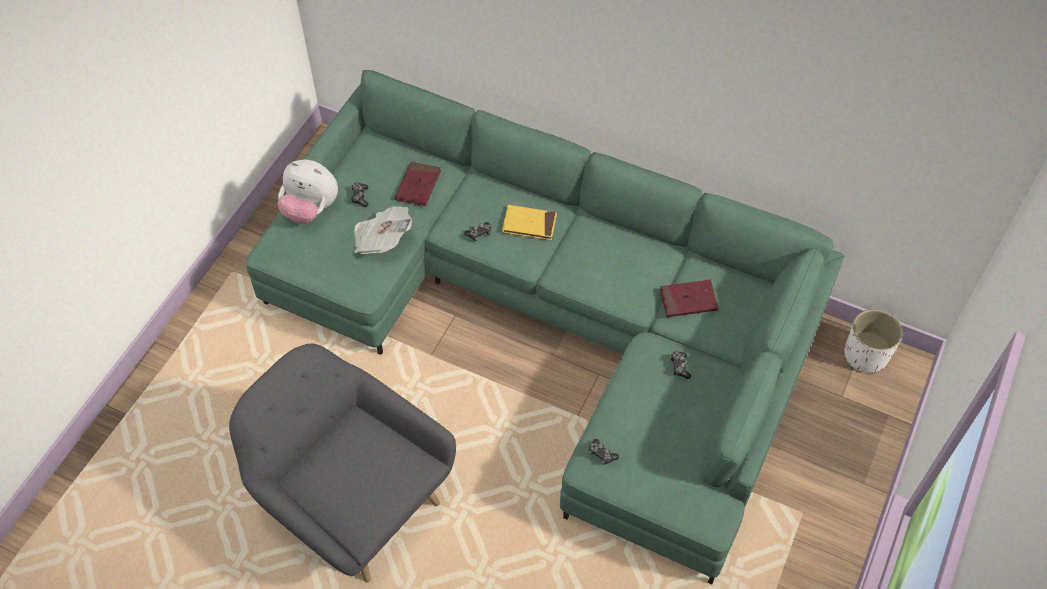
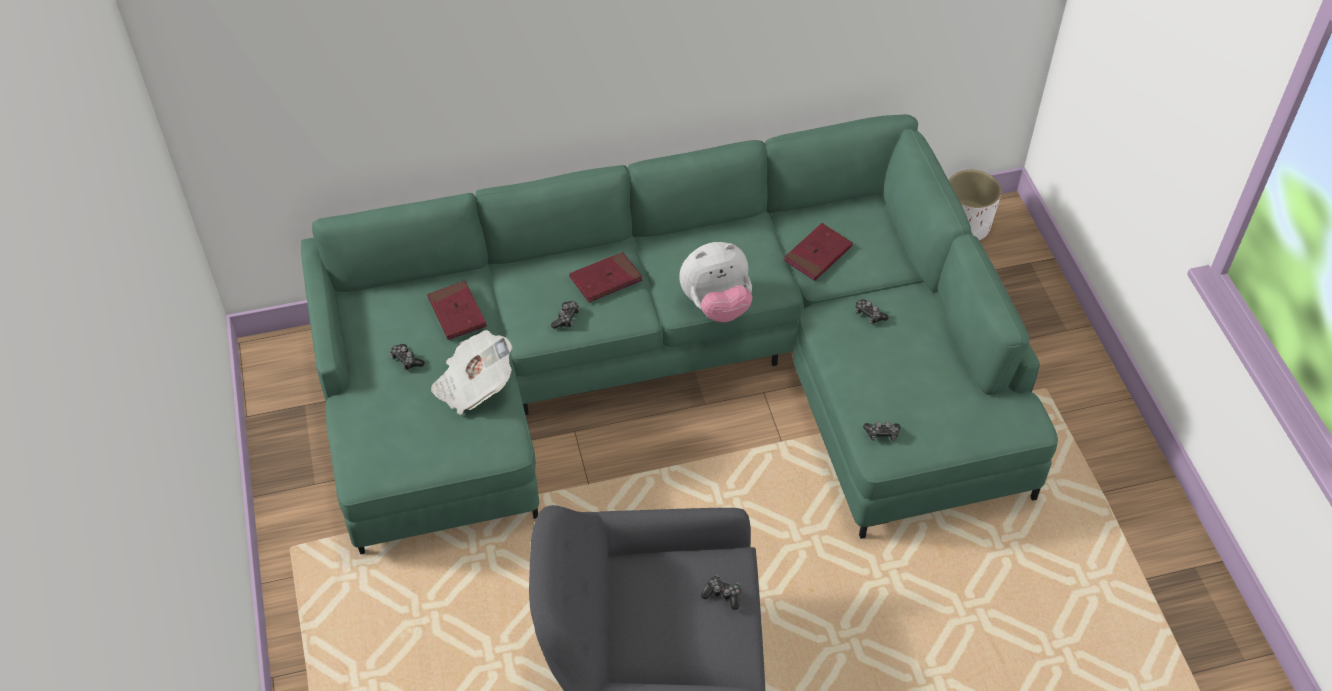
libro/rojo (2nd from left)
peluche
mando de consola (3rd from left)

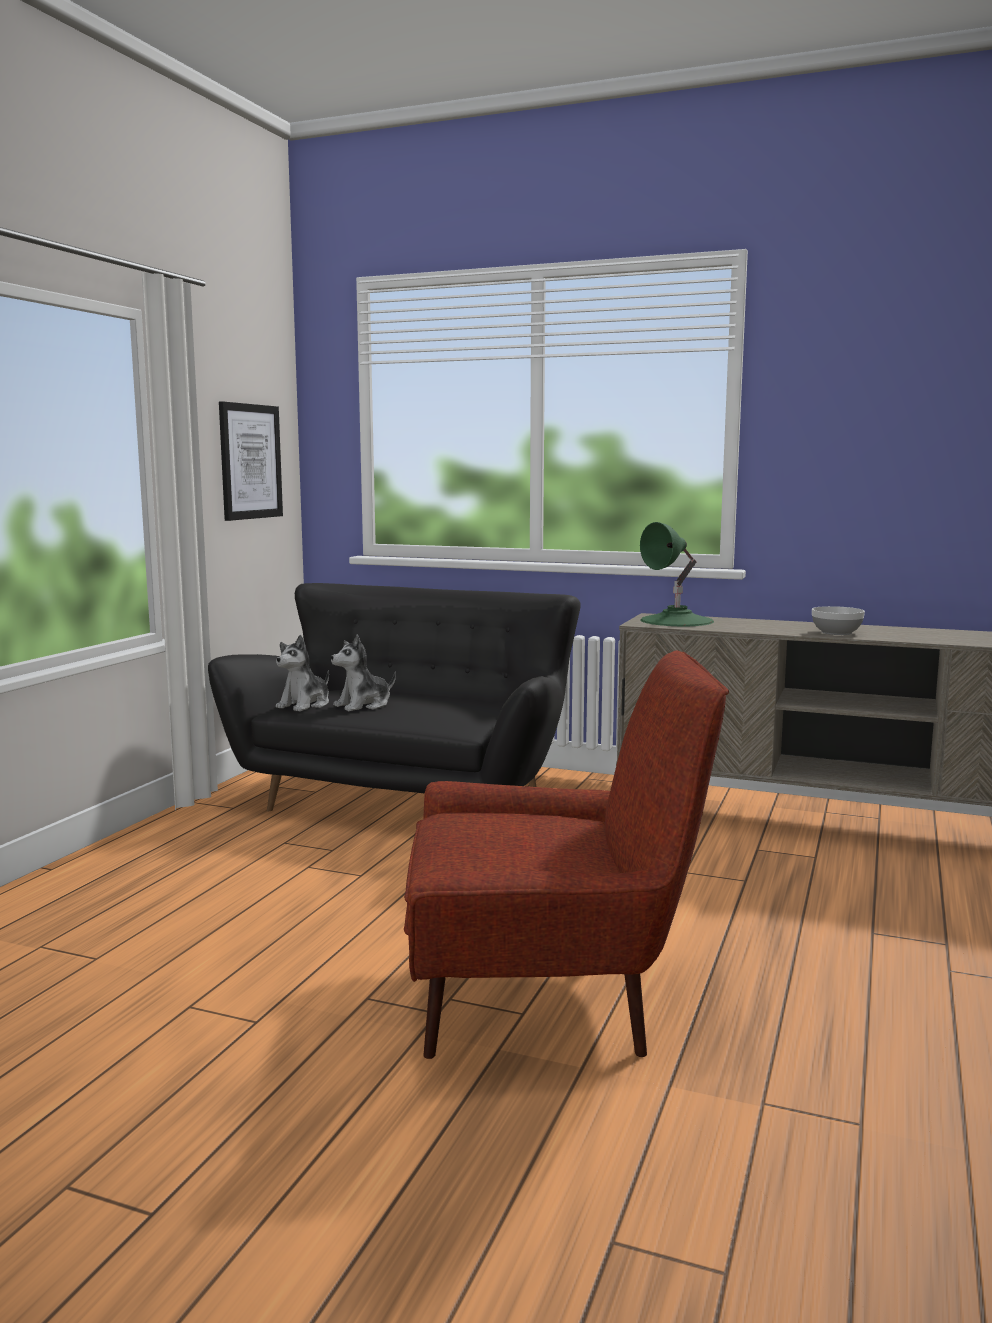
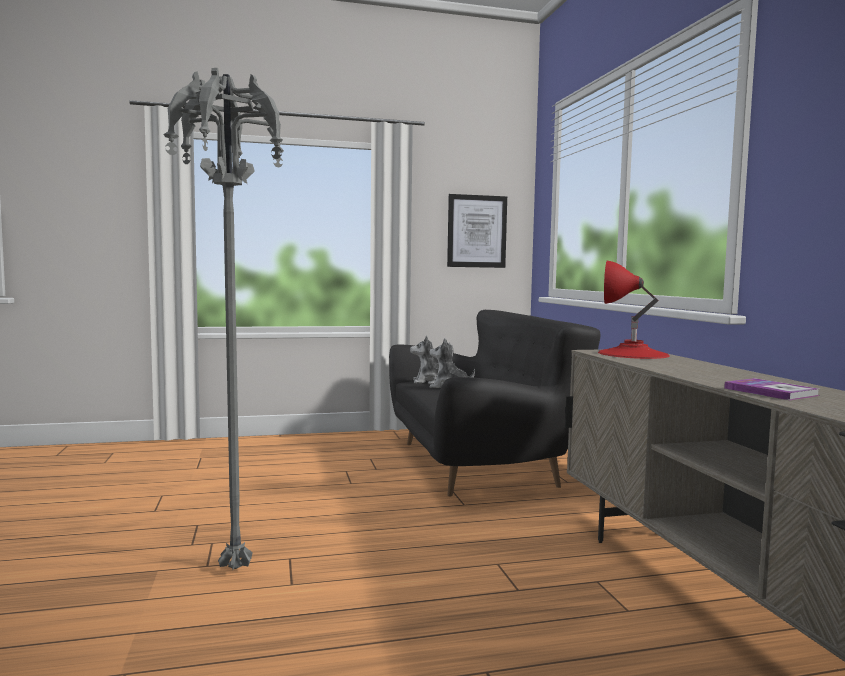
lámpara de pie/gris
lámpara de mesa/rojo
libro
cuenco

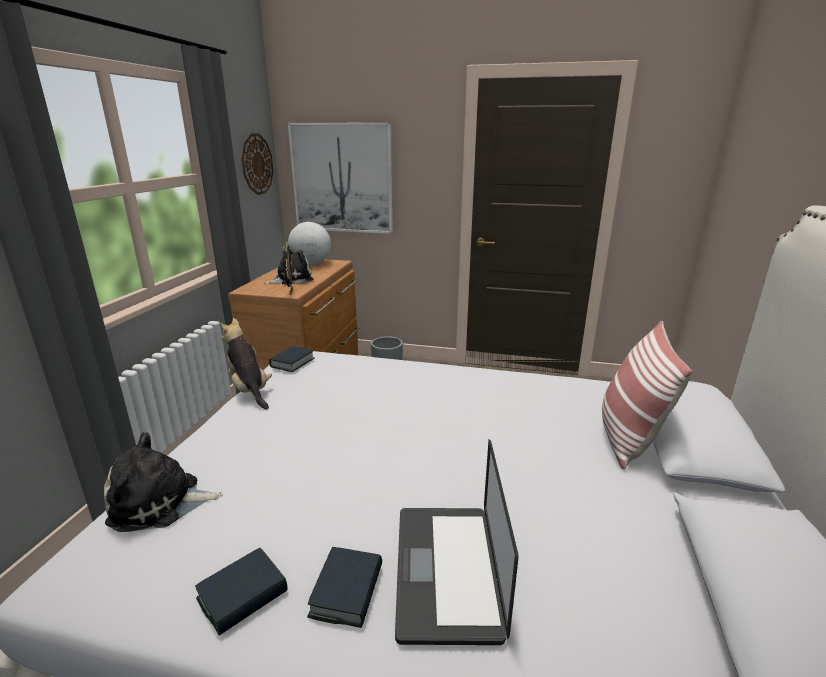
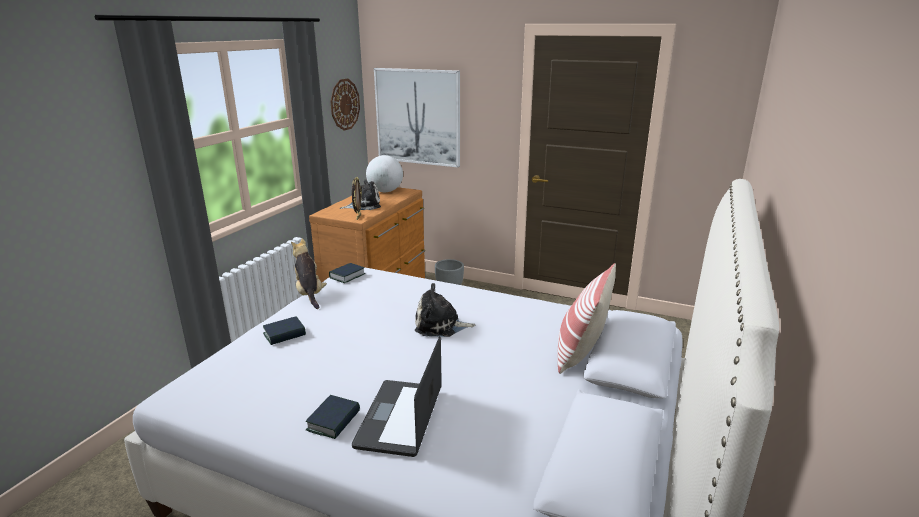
libro (1st from left)
peluche (3rd from left)

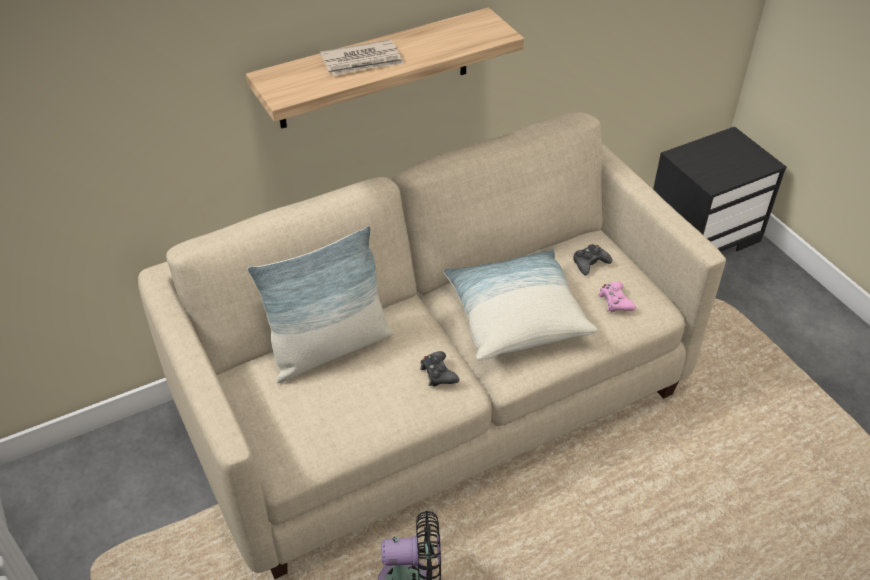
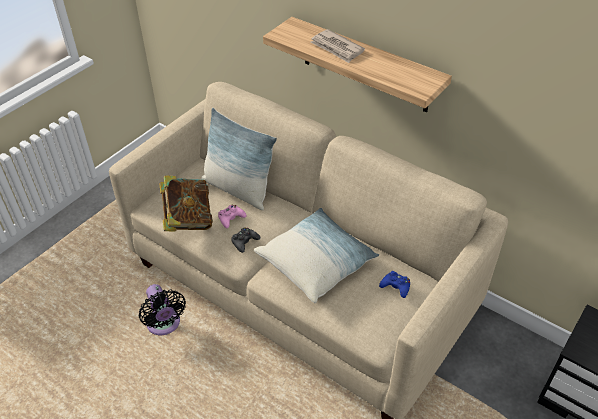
libro
mando de consola/rosa
mando de consola/azul

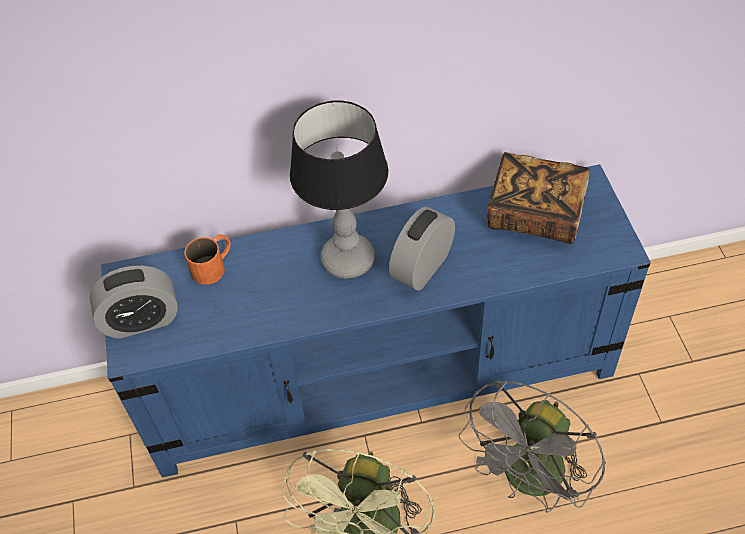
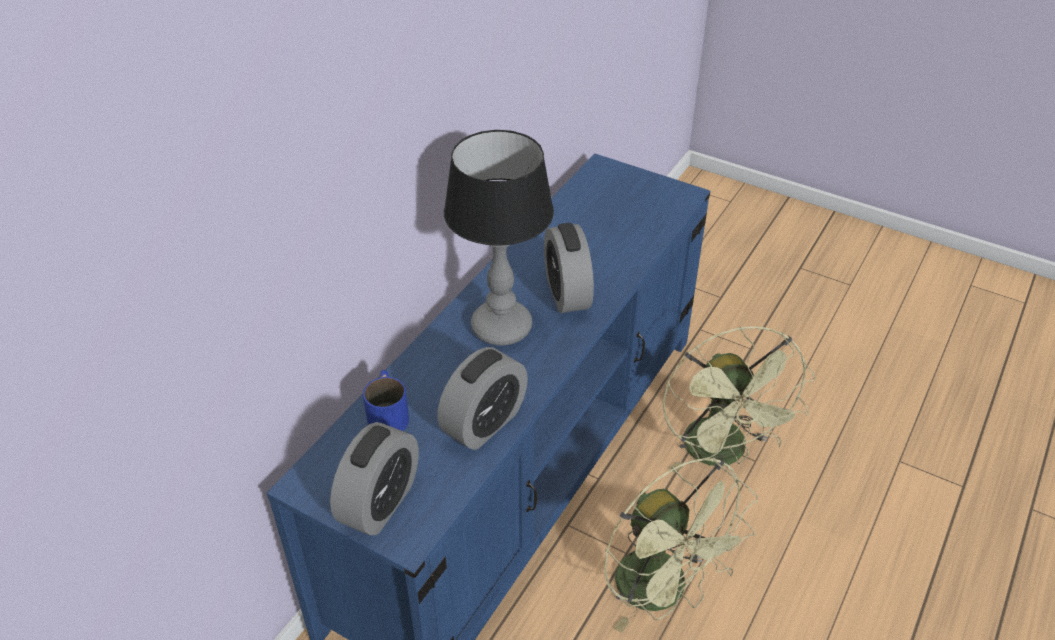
taza grande/azul
despertador (2nd from left)
ventilador/verde (2nd from left)
libro

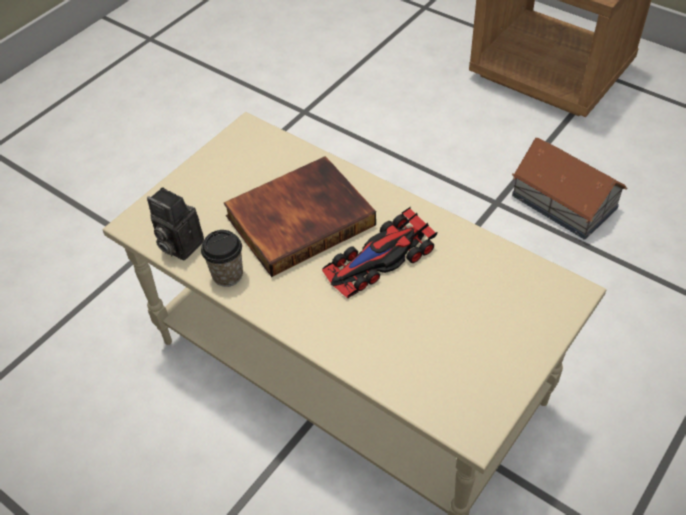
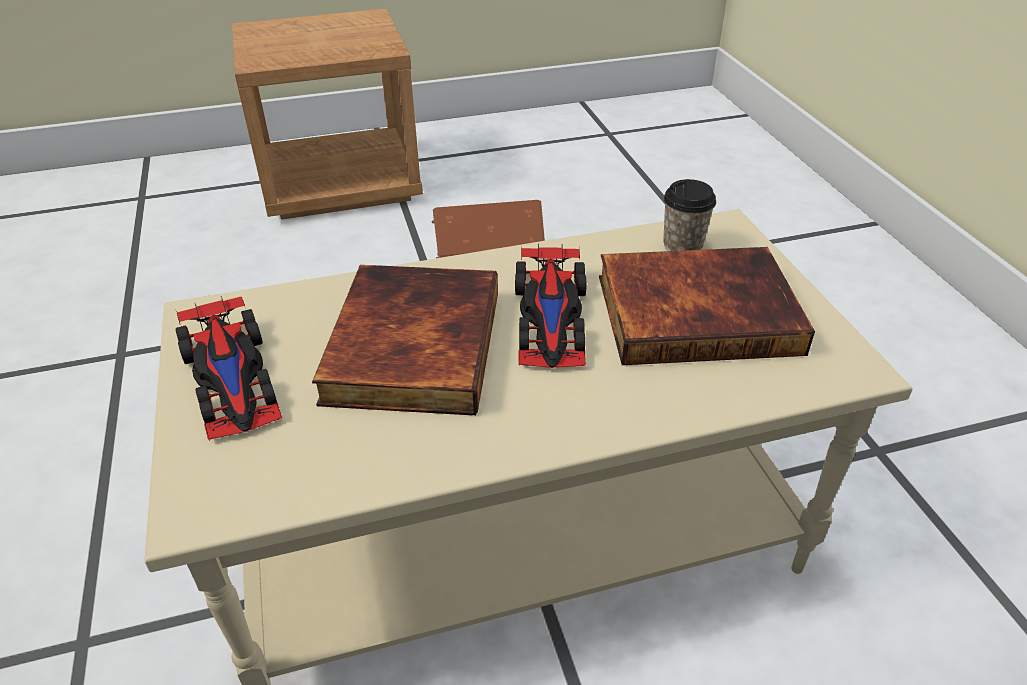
coche de juguete (1st from left)
libro (2nd from left)
taza
cámara

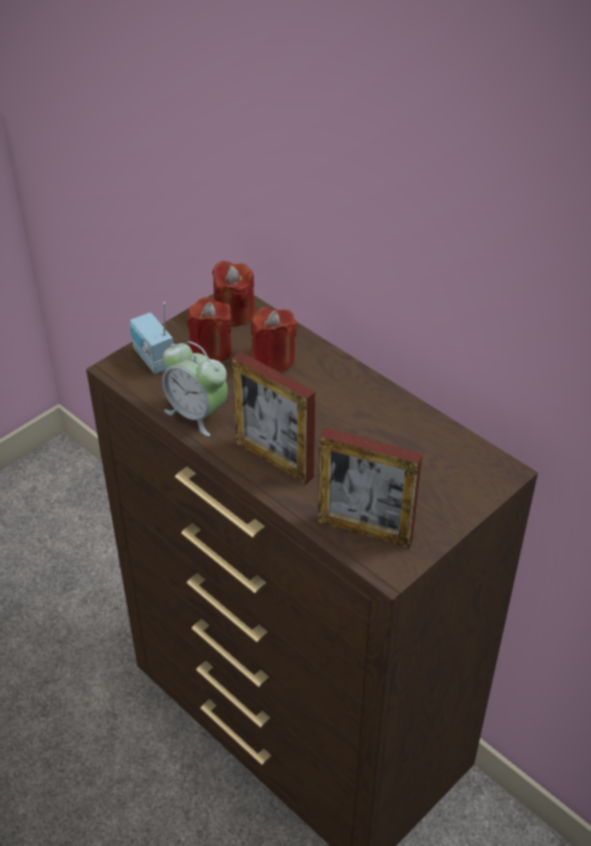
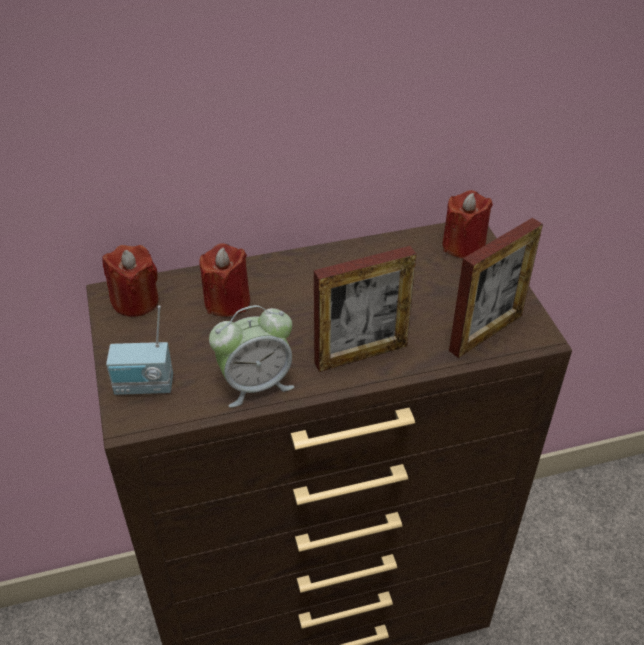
vela/rojo (3rd from left)

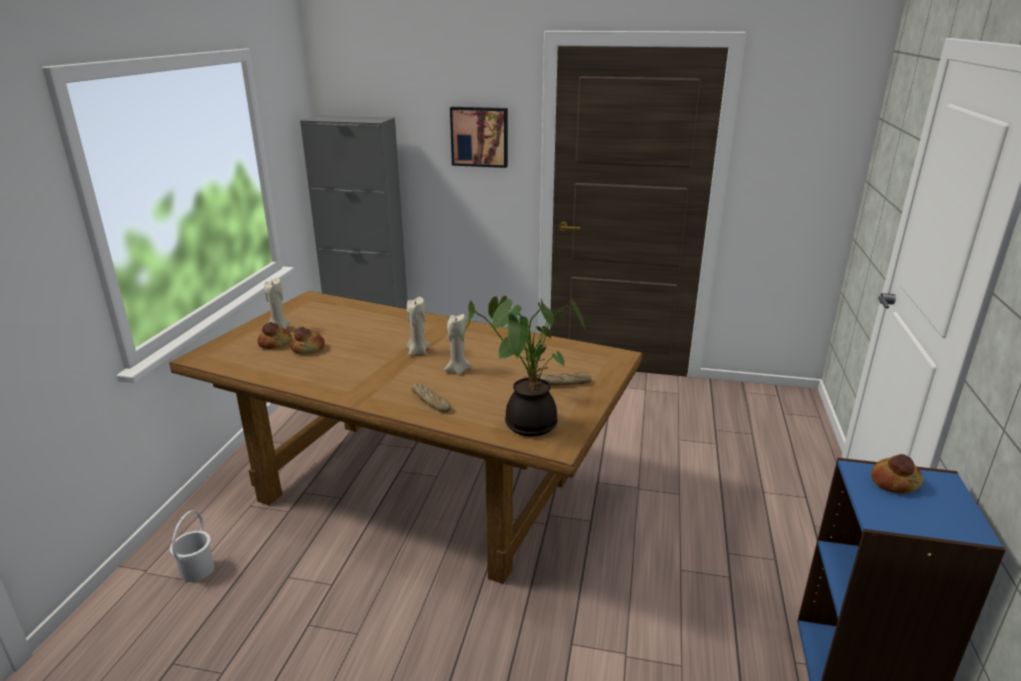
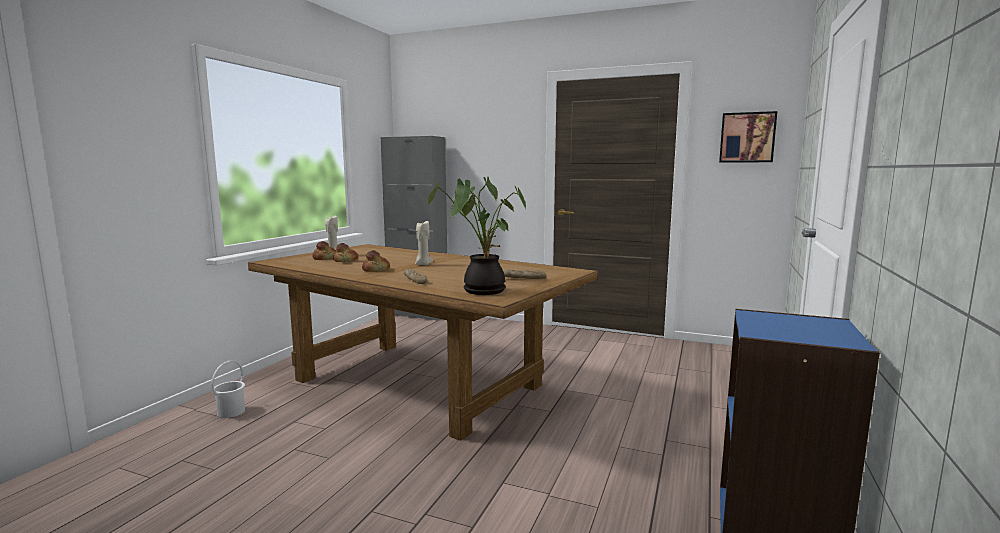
pan (3rd from left)
cuadro
vela/beis (3rd from left in the first image)

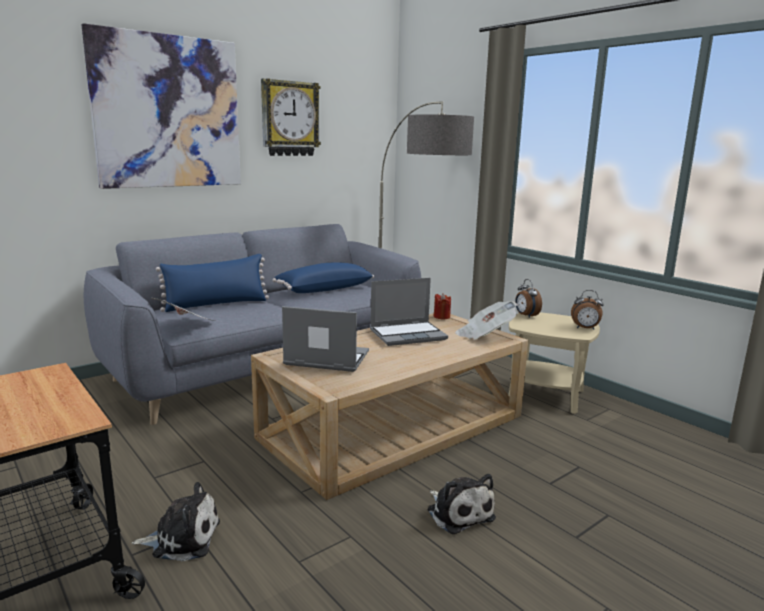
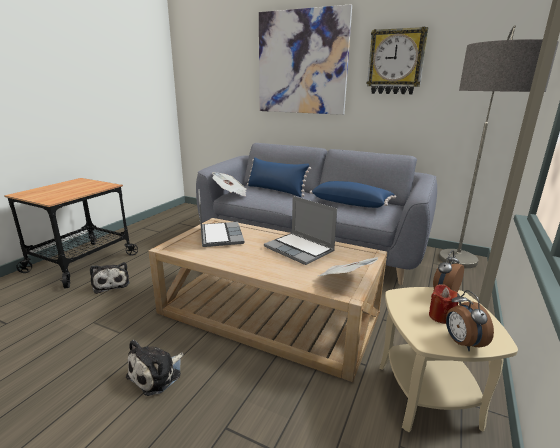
vela/rojo

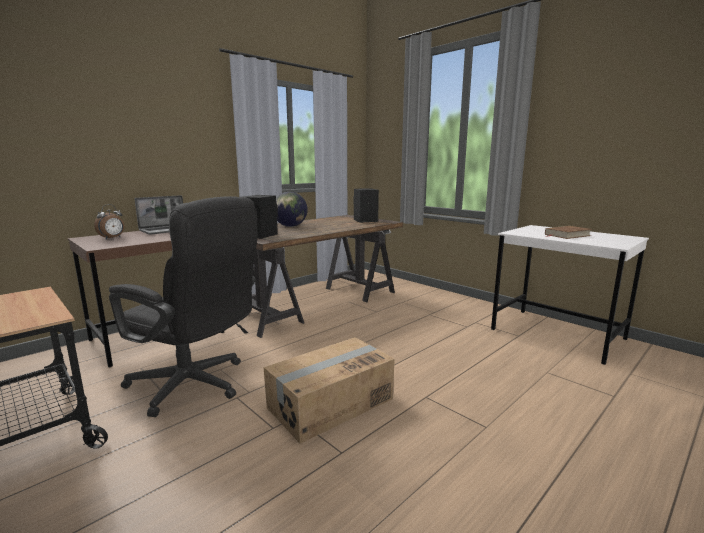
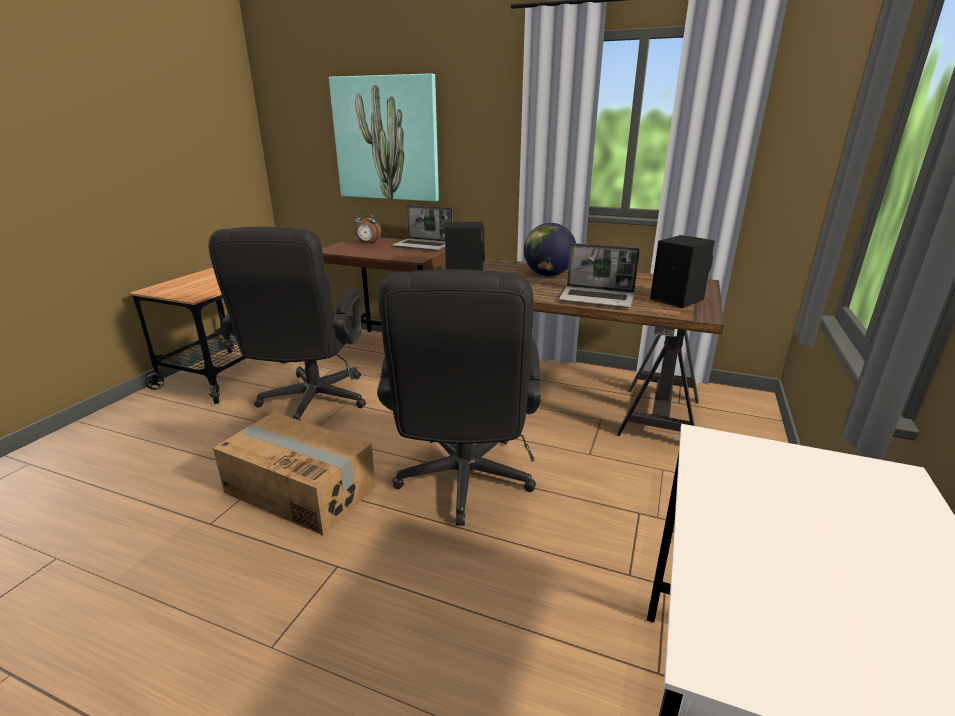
cuadro
silla de oficina/negro (2nd from left)
portátil (2nd from left)
libro/marrón

